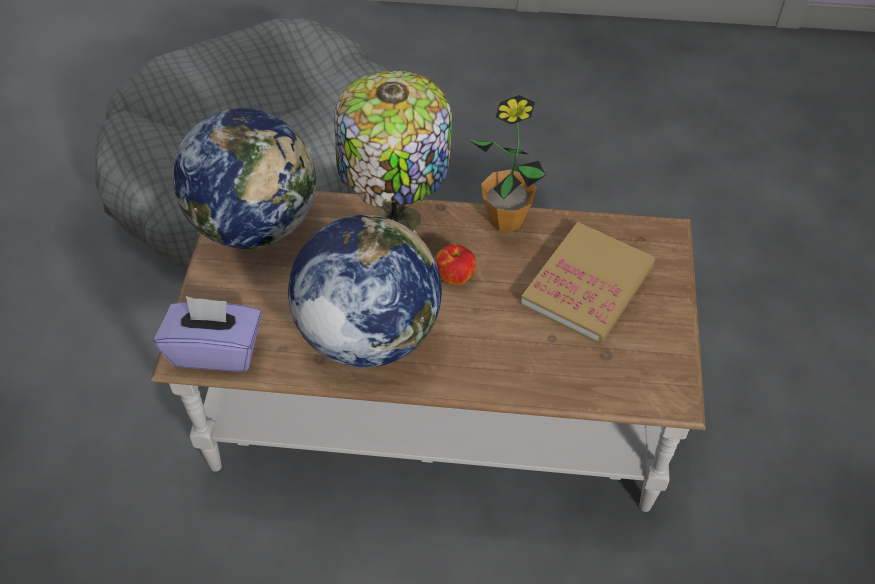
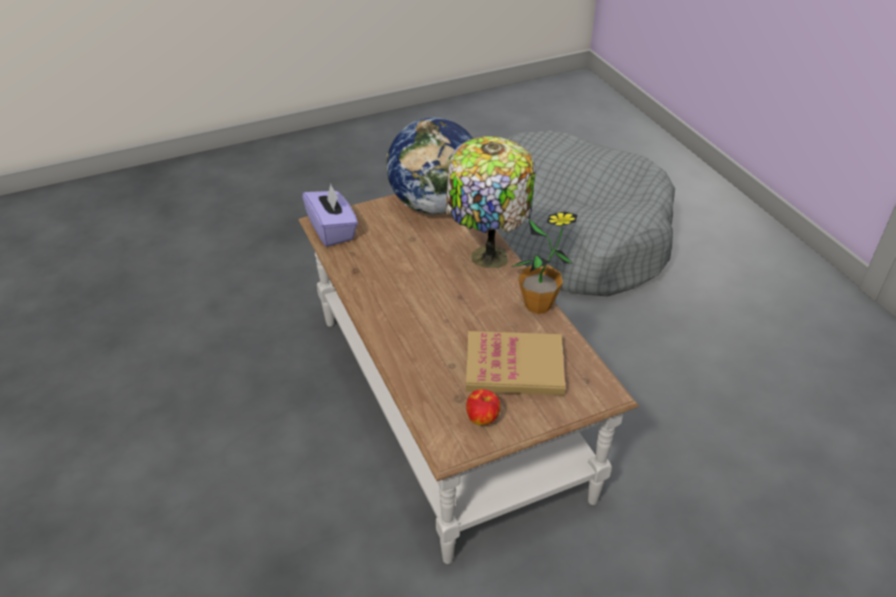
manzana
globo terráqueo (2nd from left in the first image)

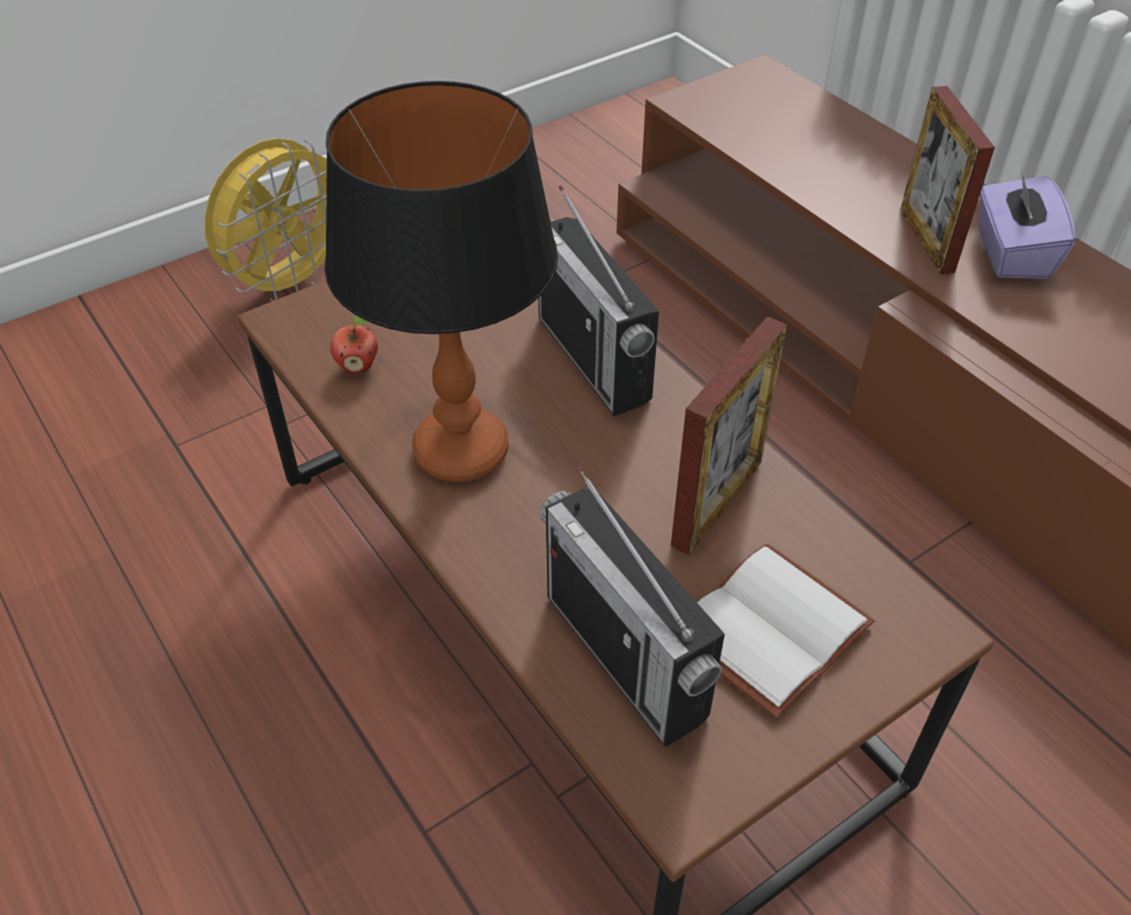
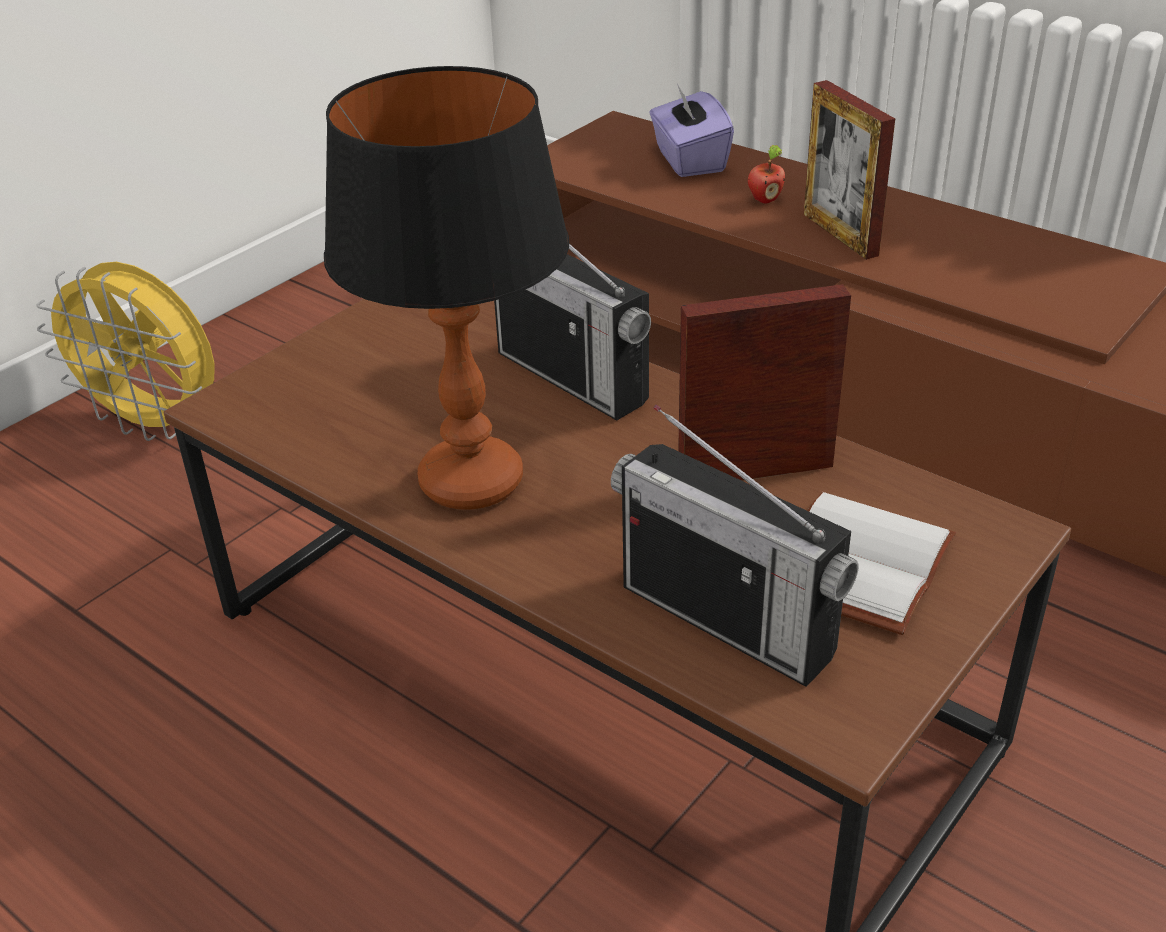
ventilador/amarillo
caja de pañuelos/morado
portarretratos (1st from left)
manzana

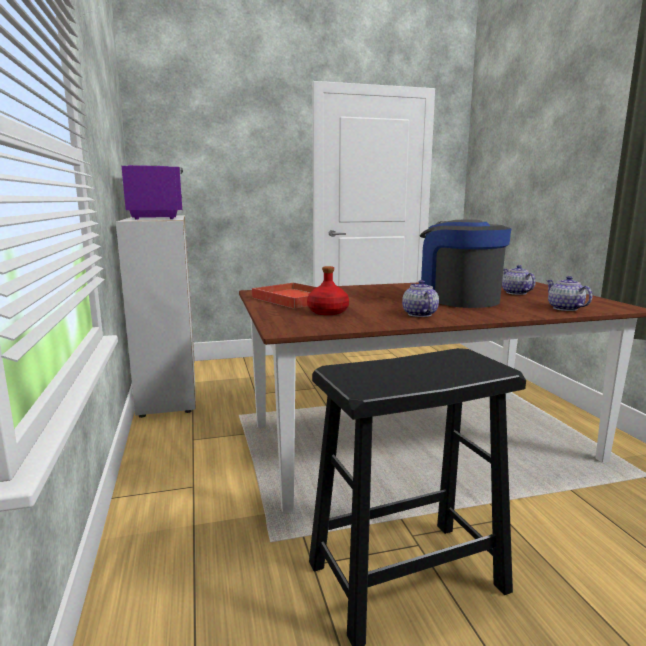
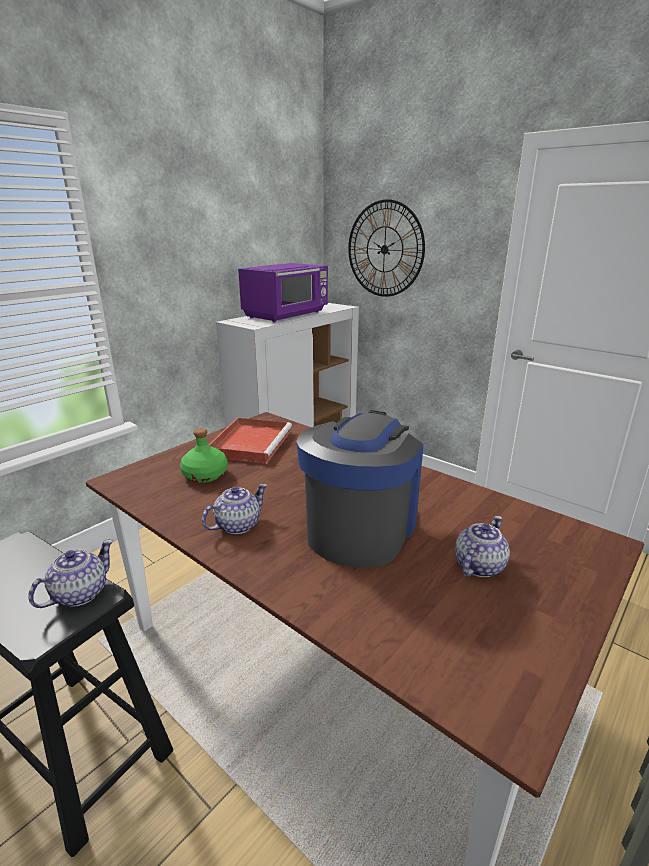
tetera (1st from left)
botella/verde
reloj de pared

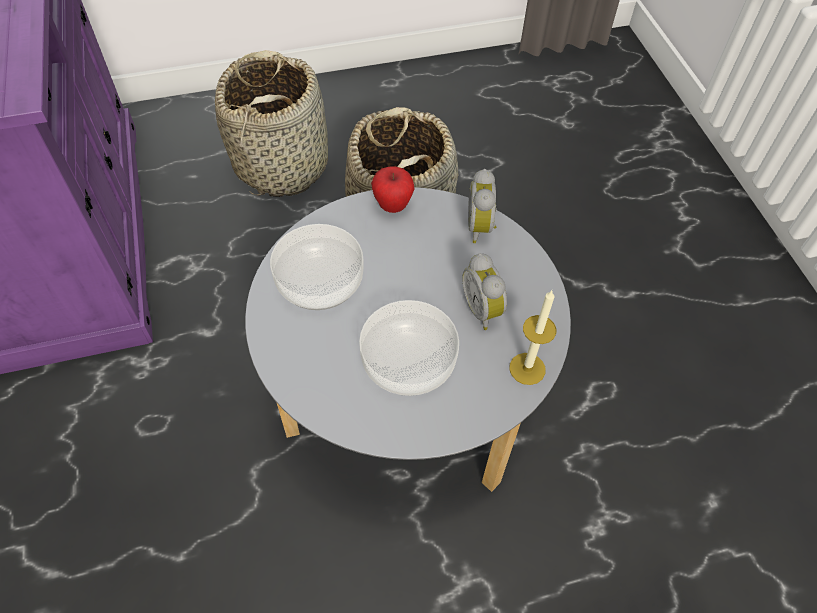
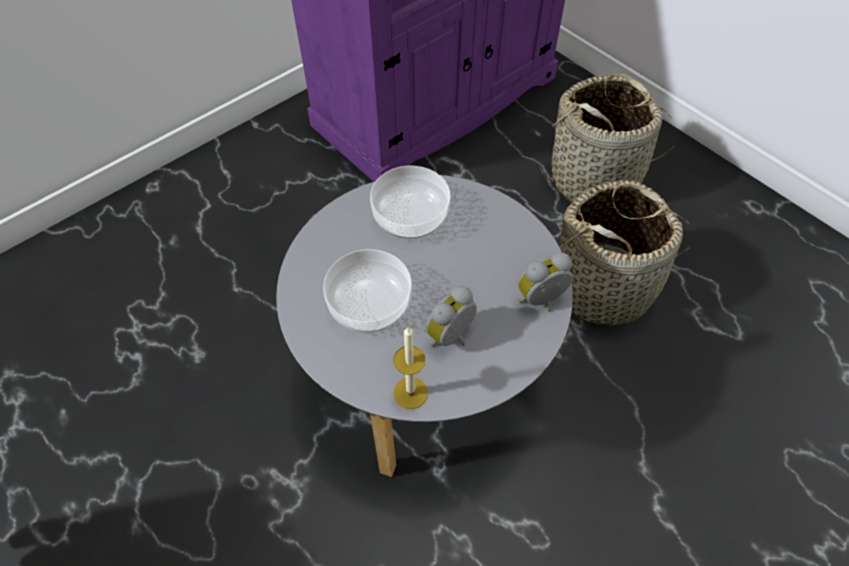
manzana

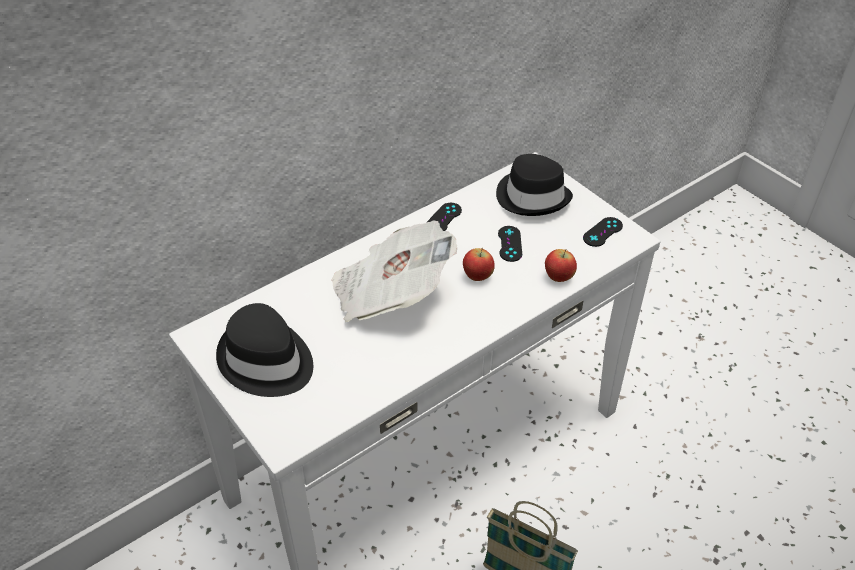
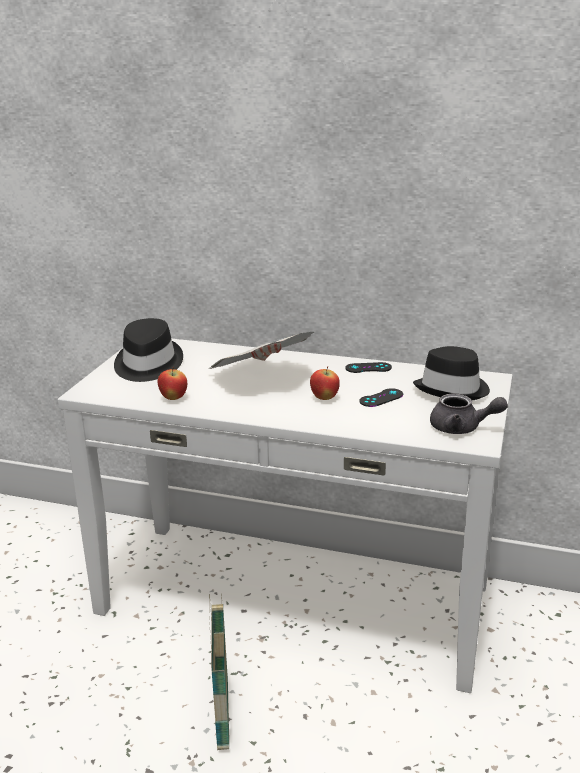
manzana (1st from left)
tetera/gris

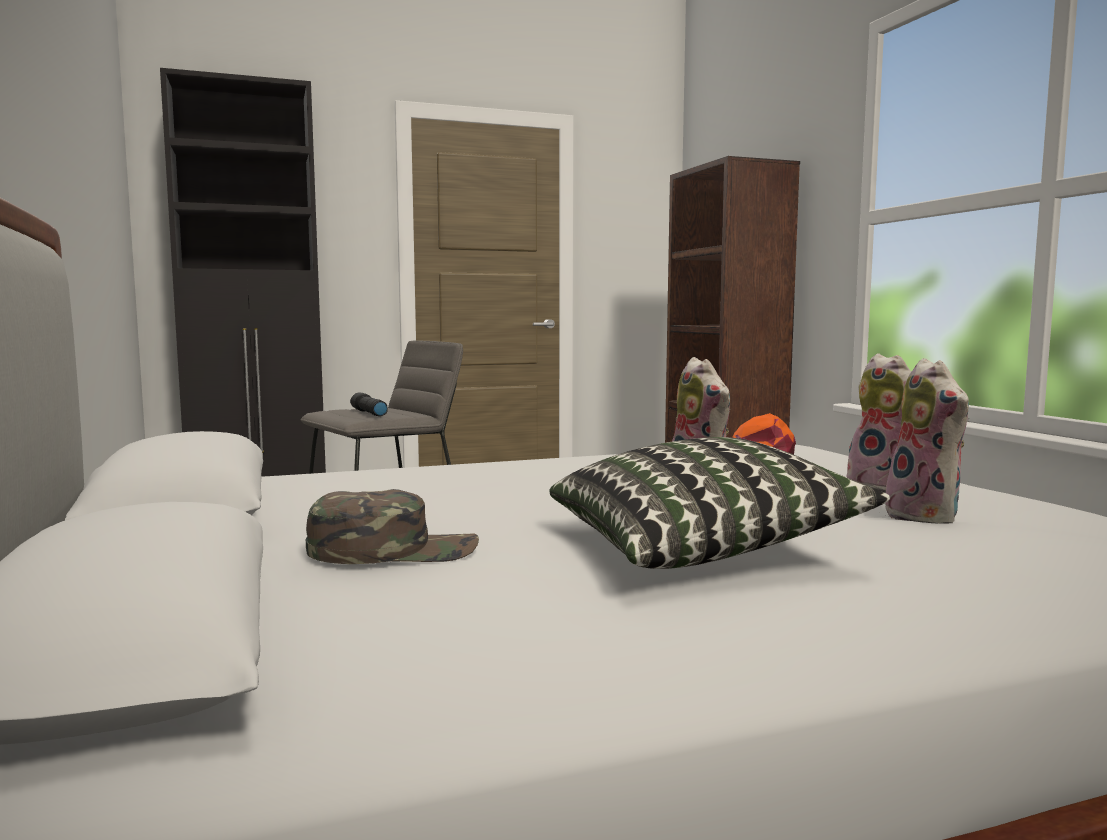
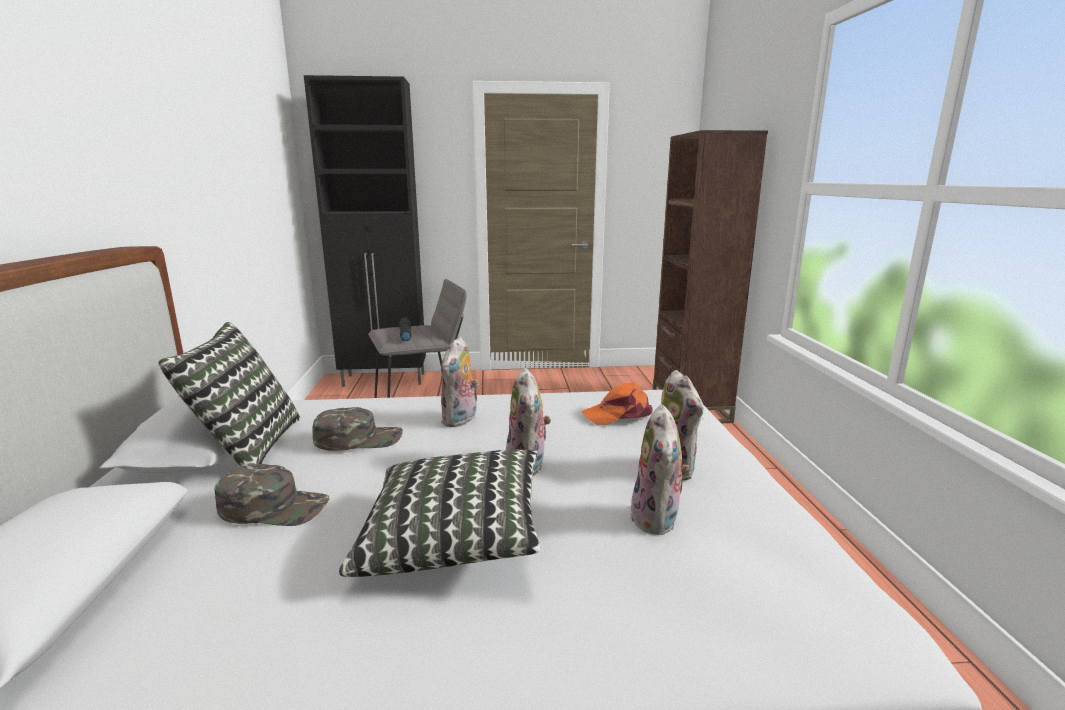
cojín (1st from left)
gorra/verde (2nd from left)
peluche (1st from left)

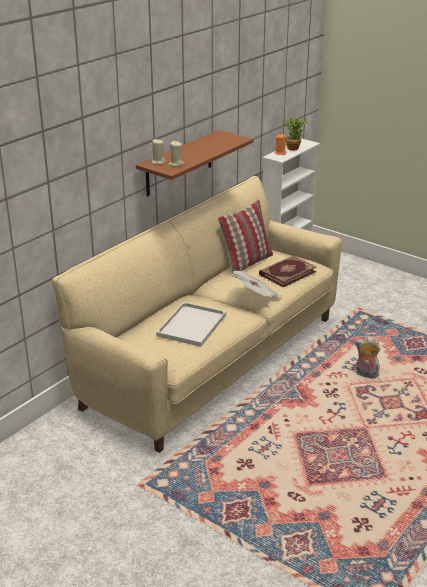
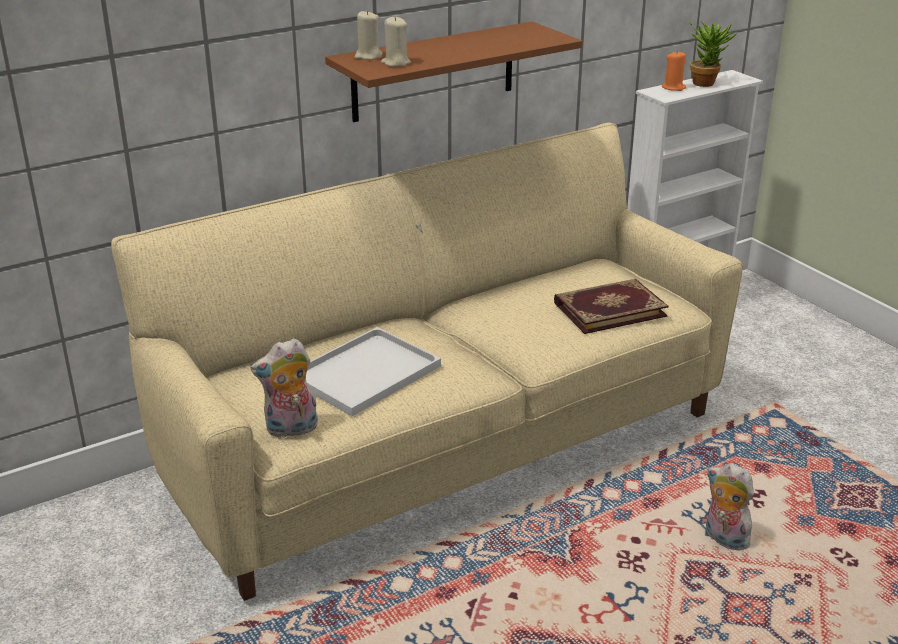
peluche (1st from left)
cojín
periódico

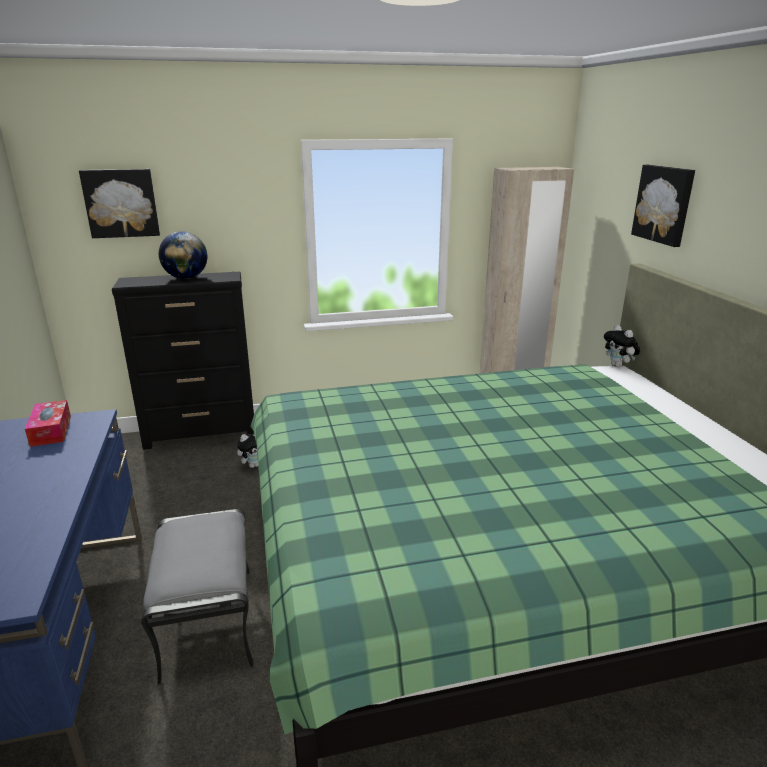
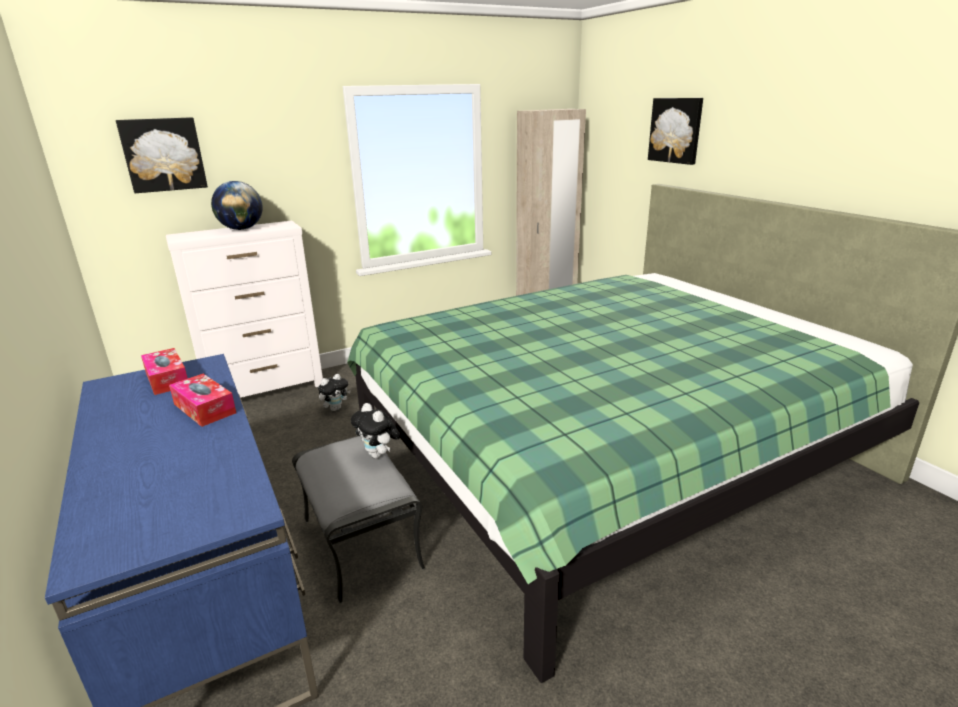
cómoda/blanco
caja de pañuelos (2nd from left)
peluche (2nd from left)

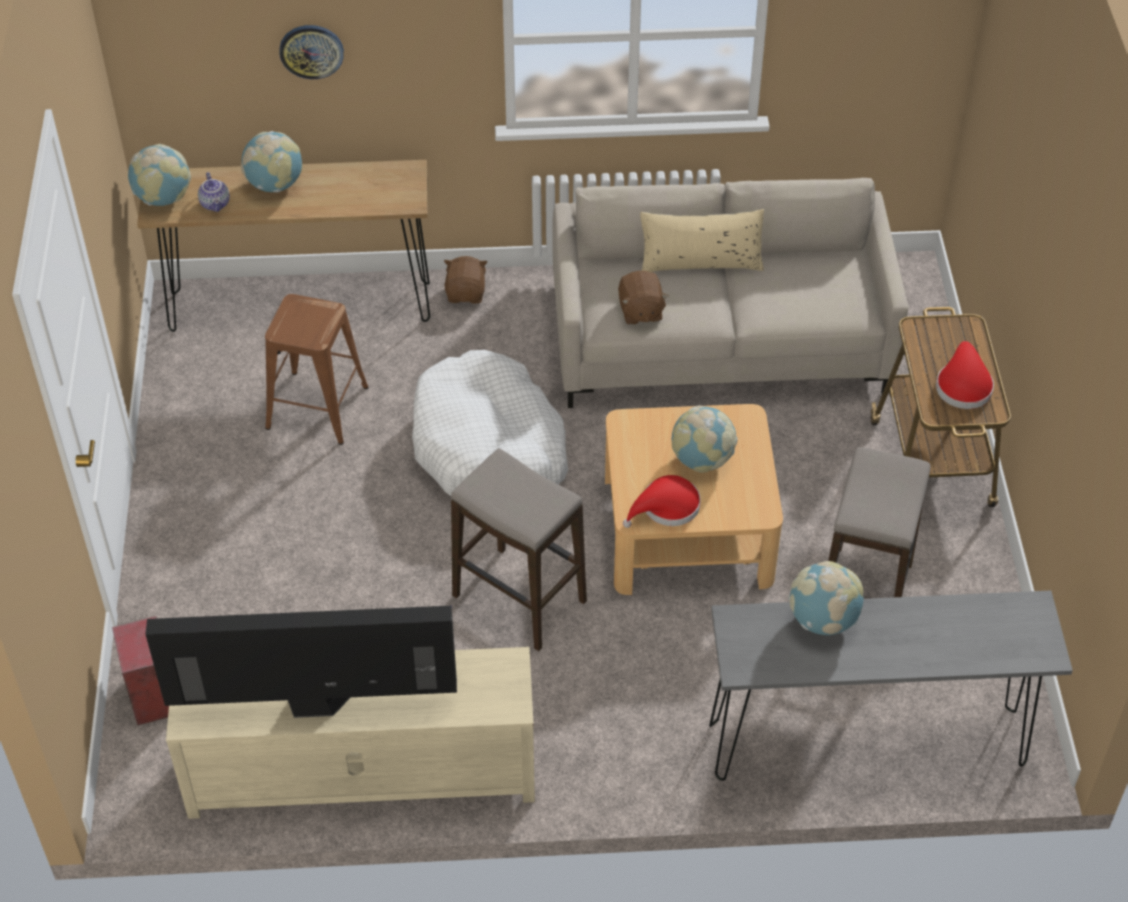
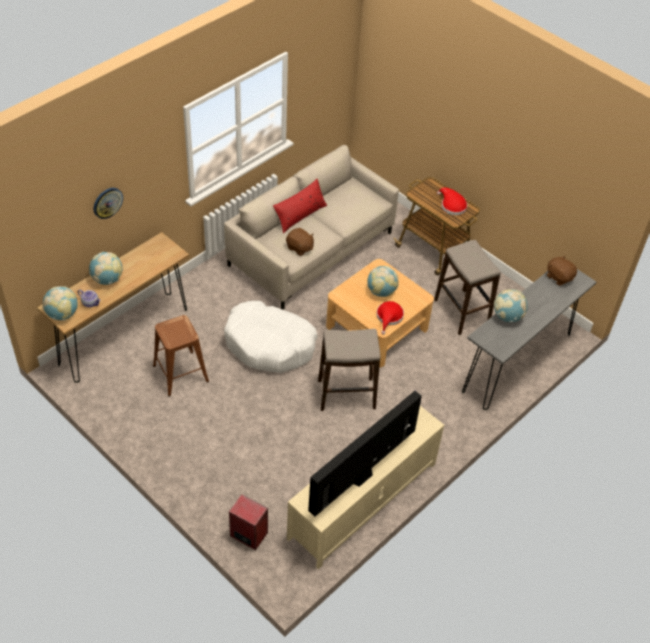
cojín/rojo
peluche/marrón (2nd from left)

